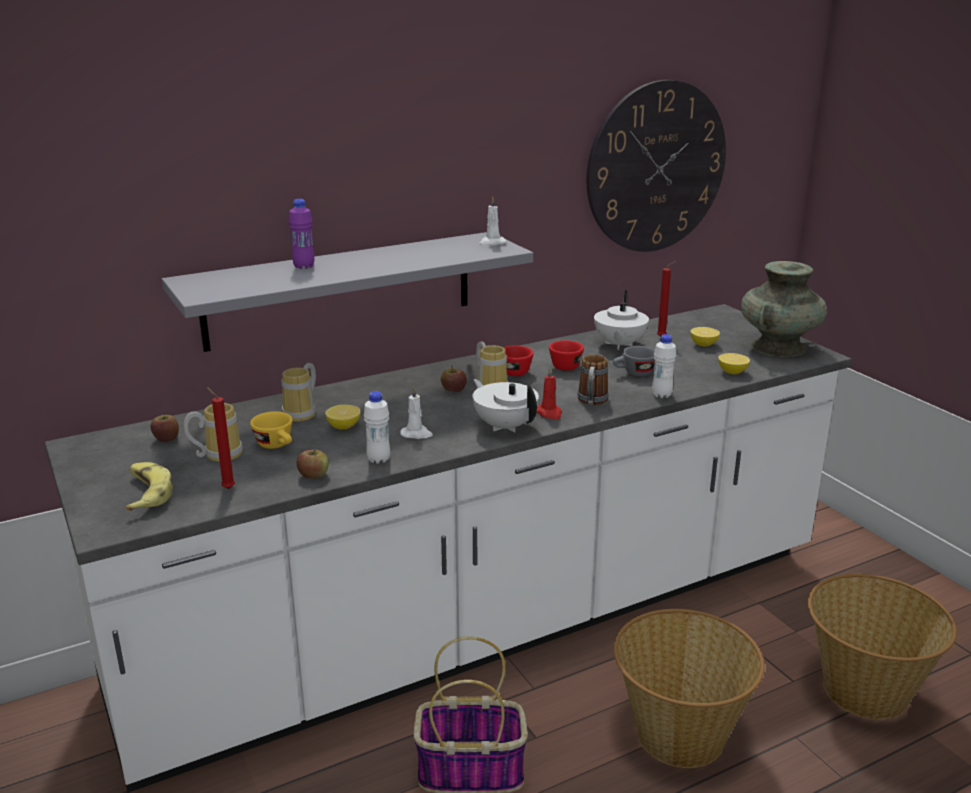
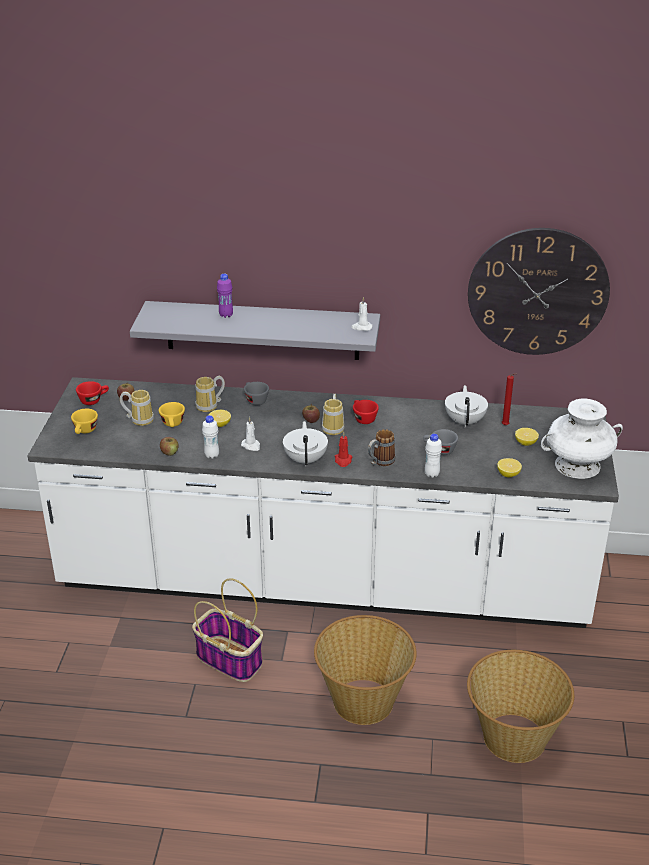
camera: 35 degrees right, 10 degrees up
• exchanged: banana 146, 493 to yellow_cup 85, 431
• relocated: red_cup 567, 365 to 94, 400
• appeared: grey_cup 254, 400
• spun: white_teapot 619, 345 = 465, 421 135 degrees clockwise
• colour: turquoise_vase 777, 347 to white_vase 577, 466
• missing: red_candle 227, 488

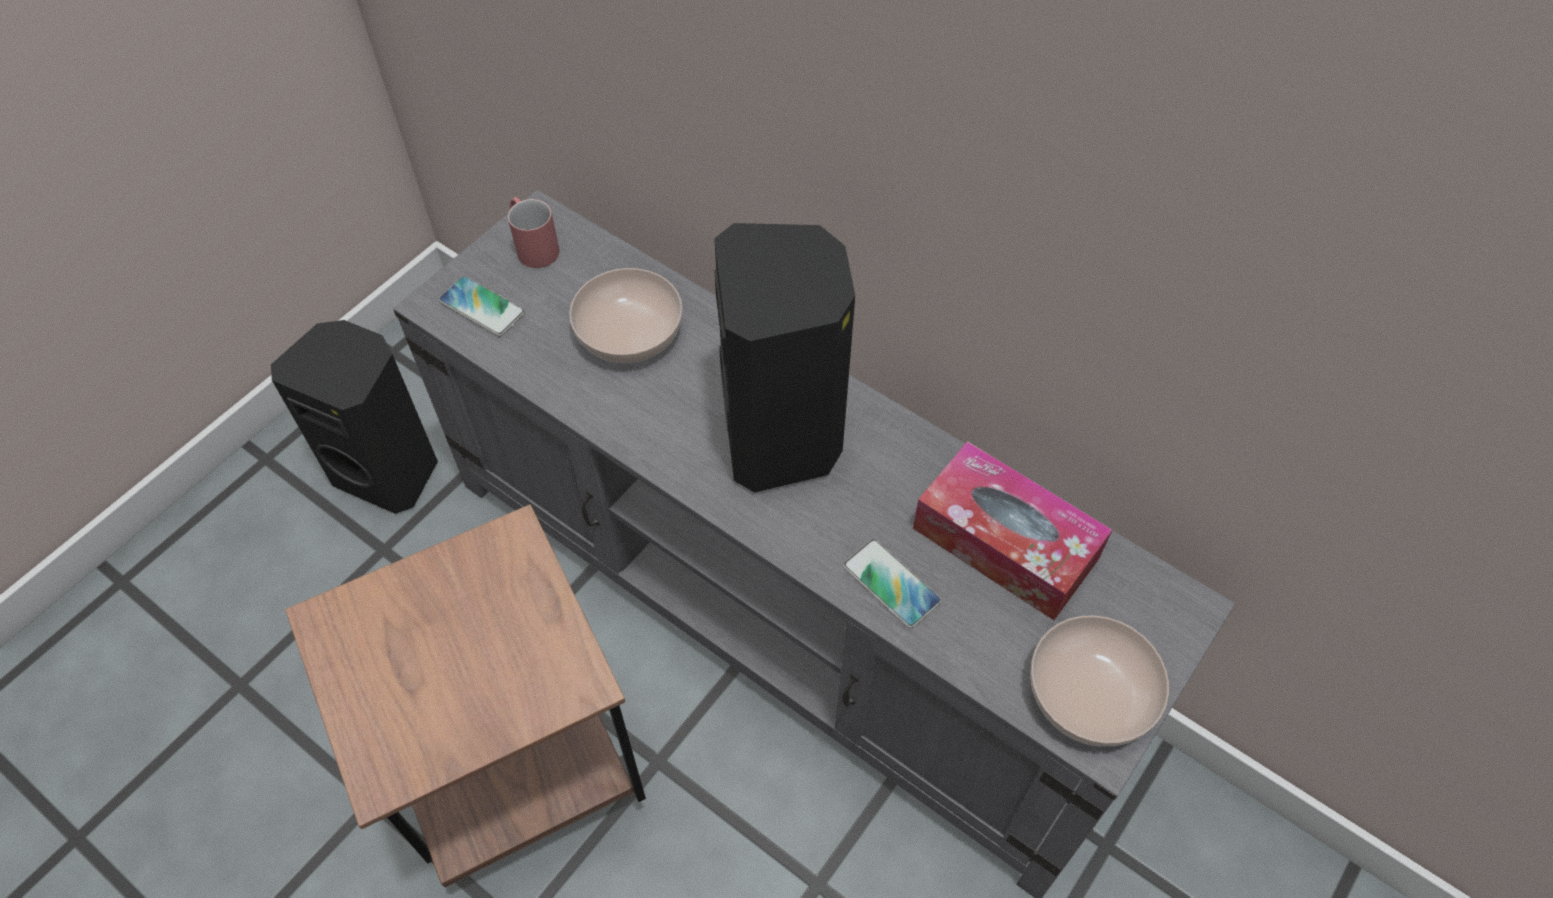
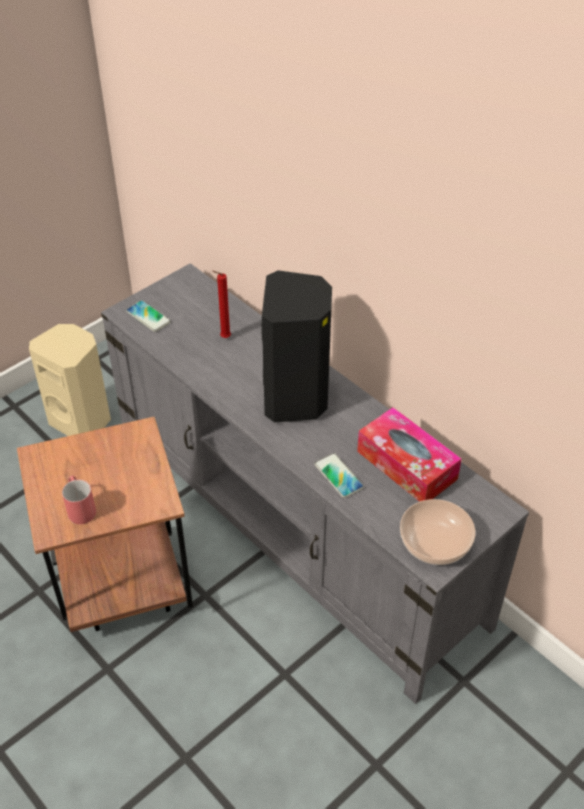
camera: 10 degrees right, 10 degrees down
• colour: black_speaker 389, 470 to beige_speaker 82, 421
• relocated: red_mug 533, 245 to 80, 507
• exchanged: bowl 627, 332 to red_candle 224, 338

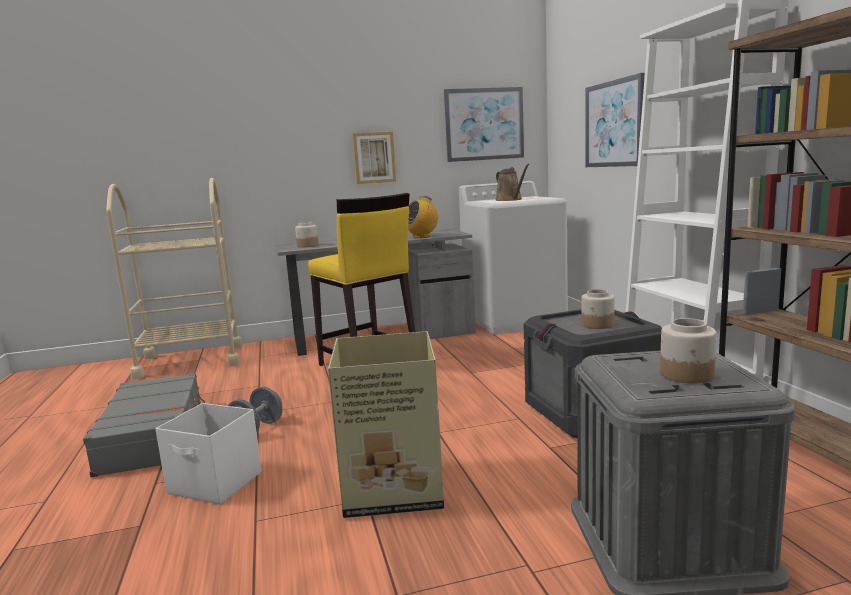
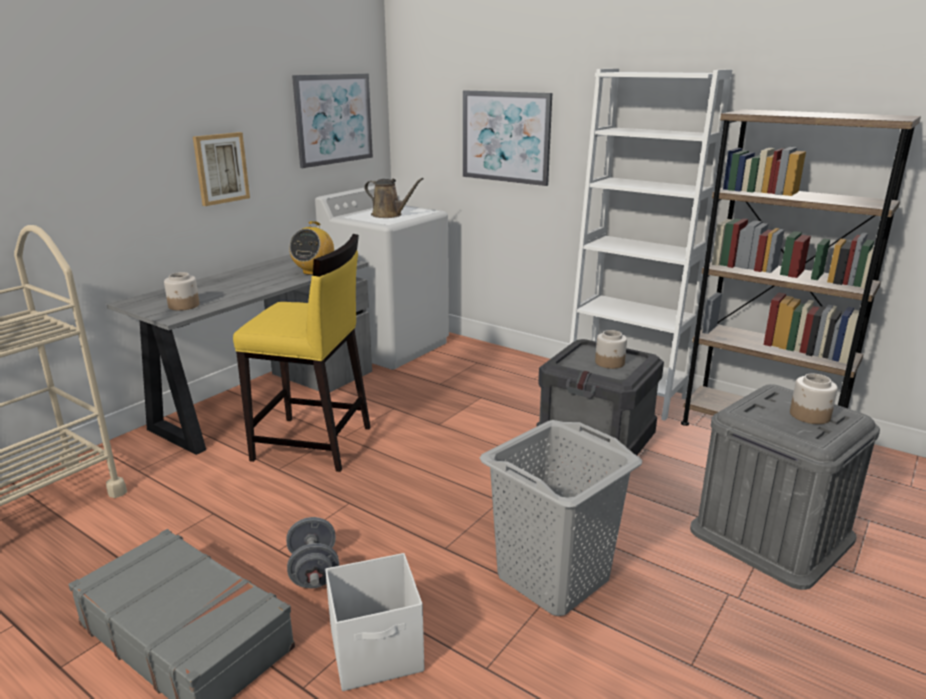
camera: 40 degrees left, 10 degrees up
• exchanged: cardboard_box 390, 489 to grey_laundry_basket 552, 577

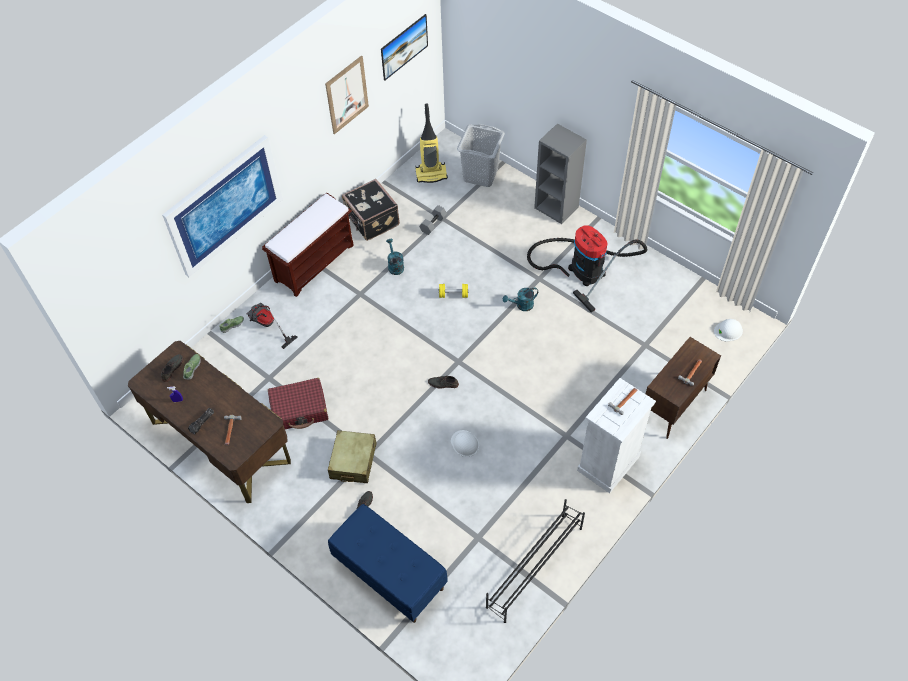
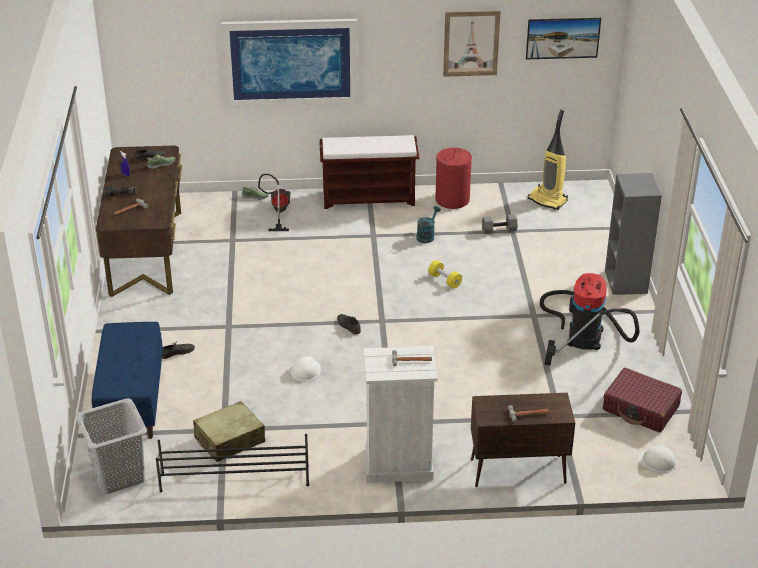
camera: 45 degrees right, 20 degrees down
• relocated: grey_laundry_basket 481, 174 to 119, 476
• relocated: beige_suitcase 353, 461 to 229, 440
• exchanged: black_suitcase 371, 221 to red_laundry_basket 452, 200
• relocated: red_suitcase 299, 409 to 641, 408
• missing: turquoise_watering_can 522, 305

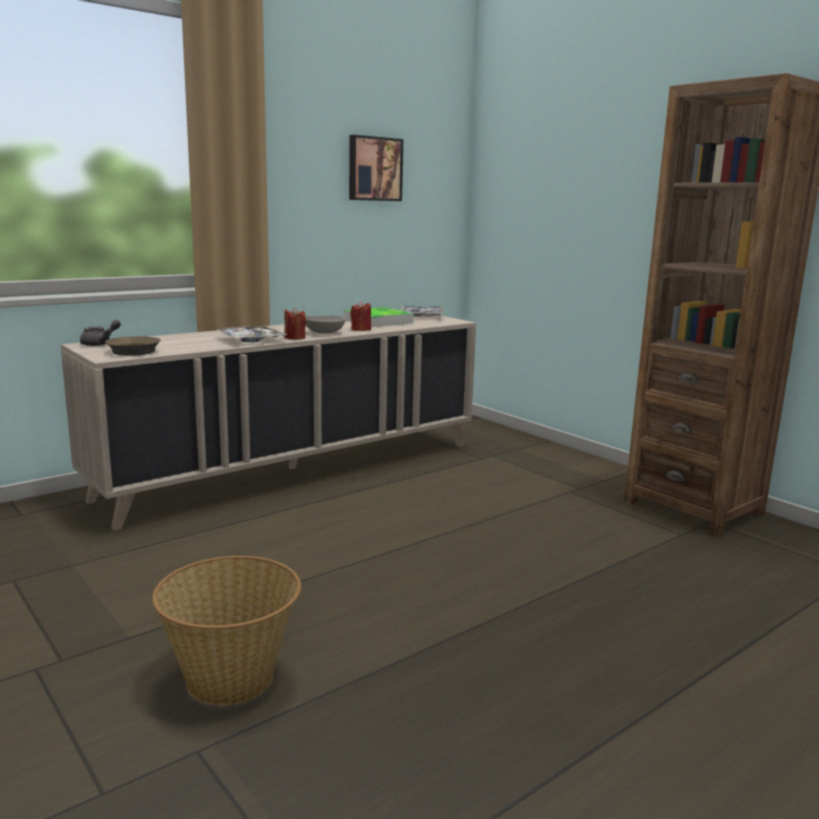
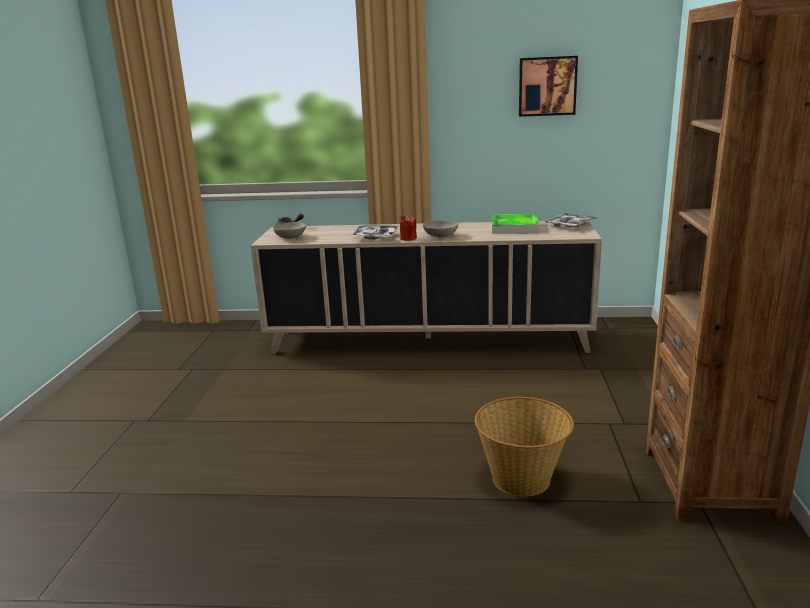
camera: 45 degrees right, 5 degrees up
• exchanged: brown_frying_pan 134, 351 to grey_bowl 290, 238
• relocated: basket 232, 677 to 522, 478
• missing: red_candle 361, 329

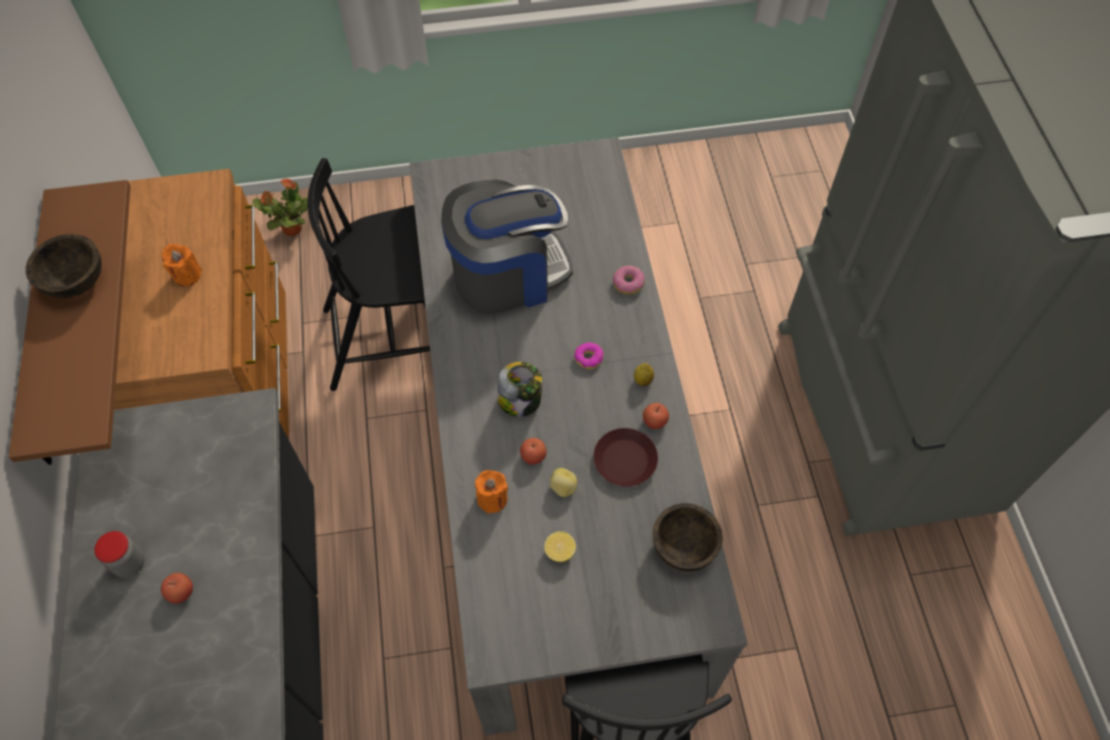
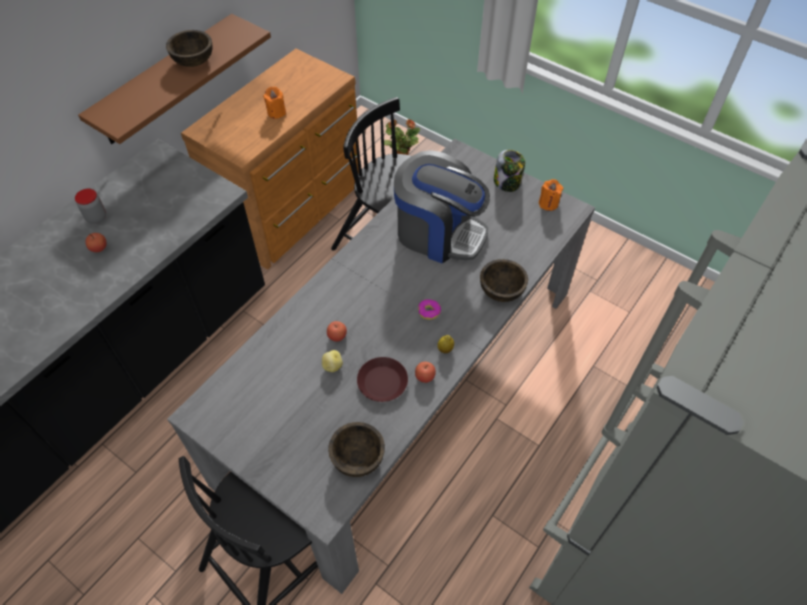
camera: 45 degrees right, 5 degrees down
• exchanged: donut 628, 283 to brown_bowl 501, 290
• relocated: jar 520, 400 to 507, 182
• relocated: orange_candle 492, 498 to 548, 203
• missing: lemon 560, 551

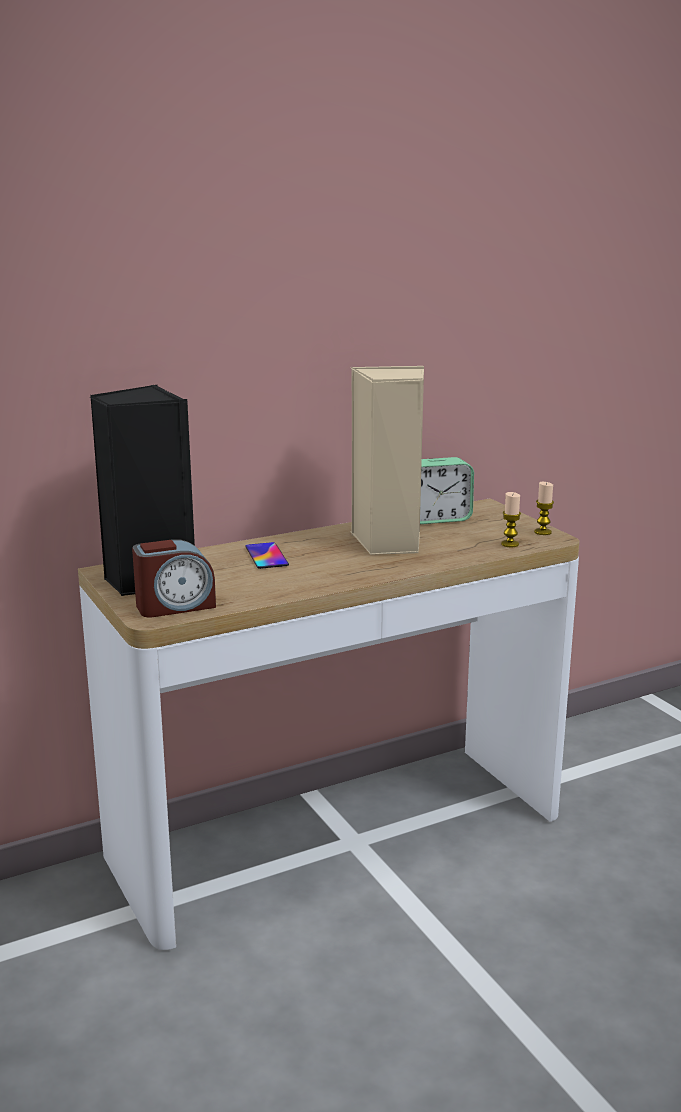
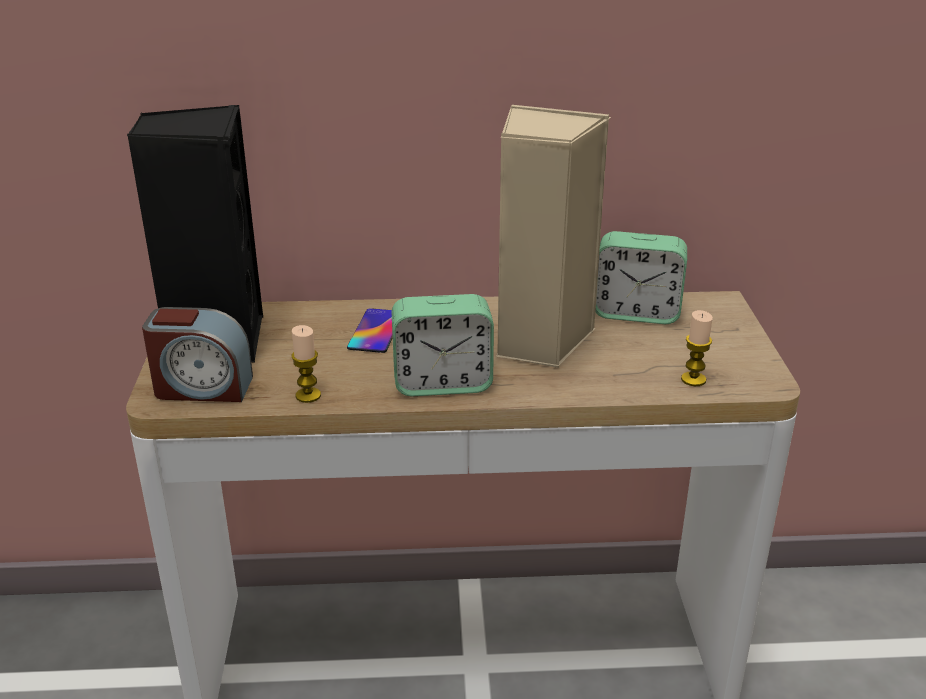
camera: 25 degrees right, 10 degrees up
• relocated: candle 542, 532 to 308, 395
• appeared: alarm_clock 442, 383

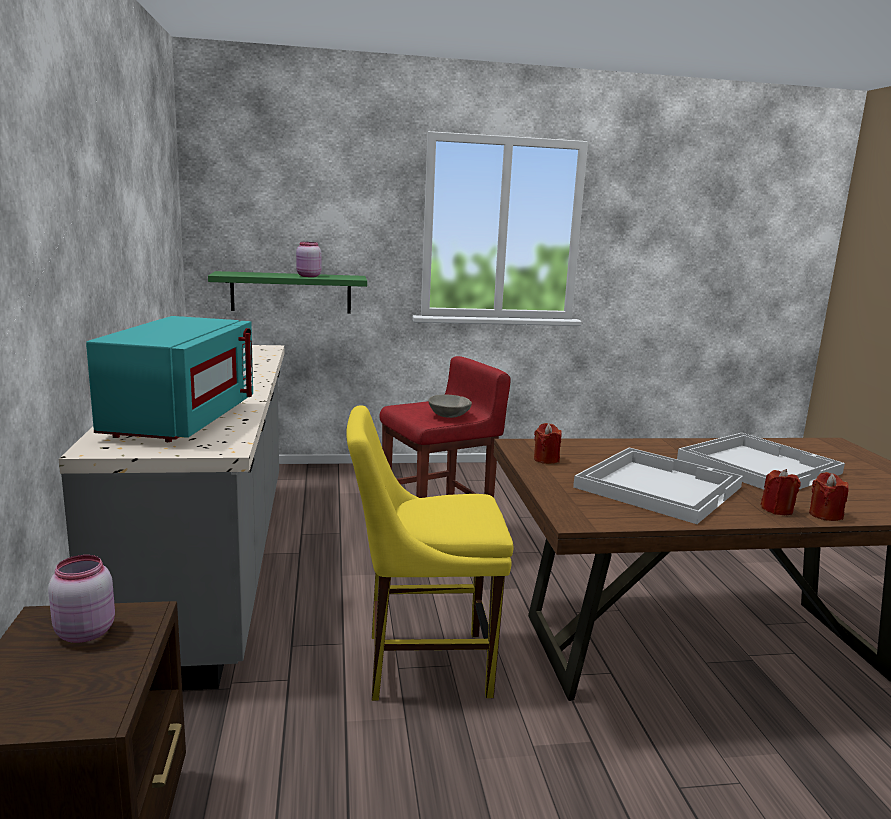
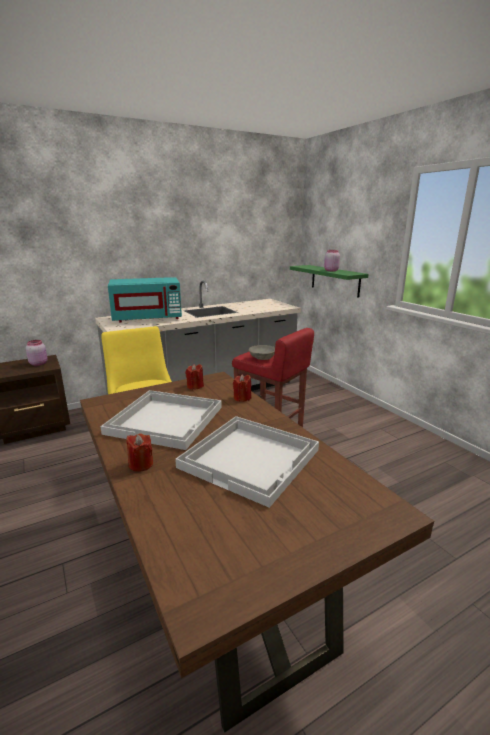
camera: 70 degrees right, 5 degrees up
• relocated: red_candle 825, 515 to 242, 398

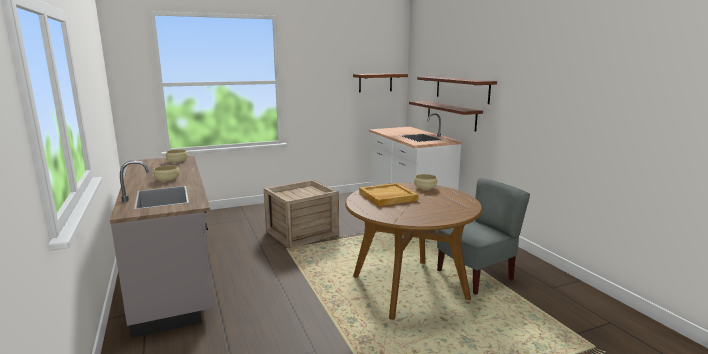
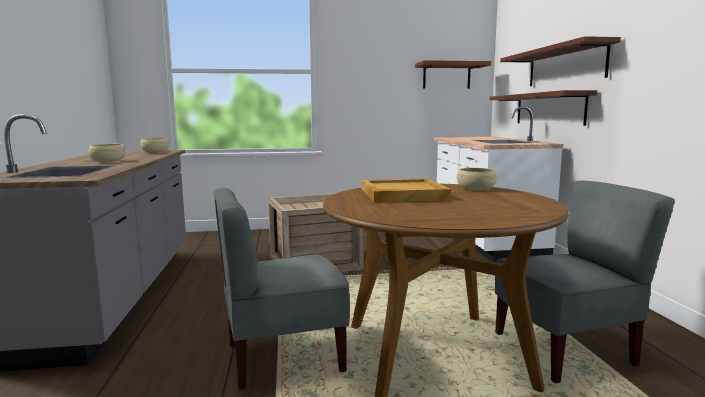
camera: 15 degrees right, 5 degrees down
• appeared: grey_chair 283, 357

